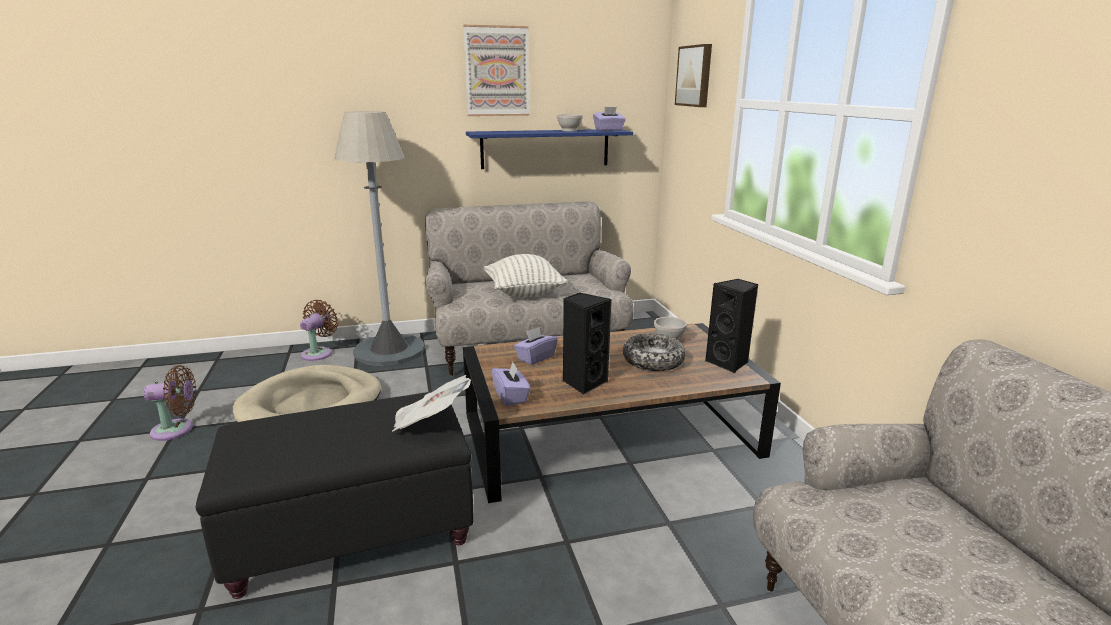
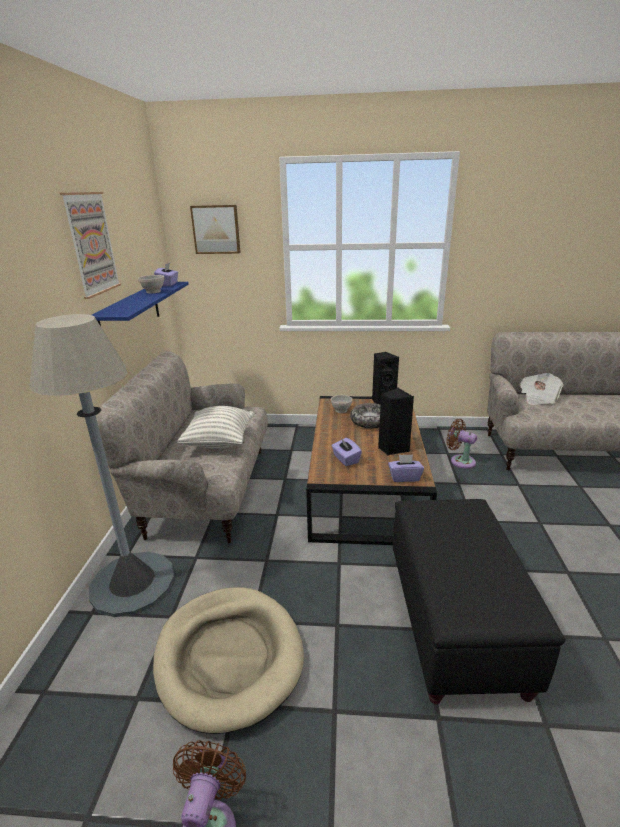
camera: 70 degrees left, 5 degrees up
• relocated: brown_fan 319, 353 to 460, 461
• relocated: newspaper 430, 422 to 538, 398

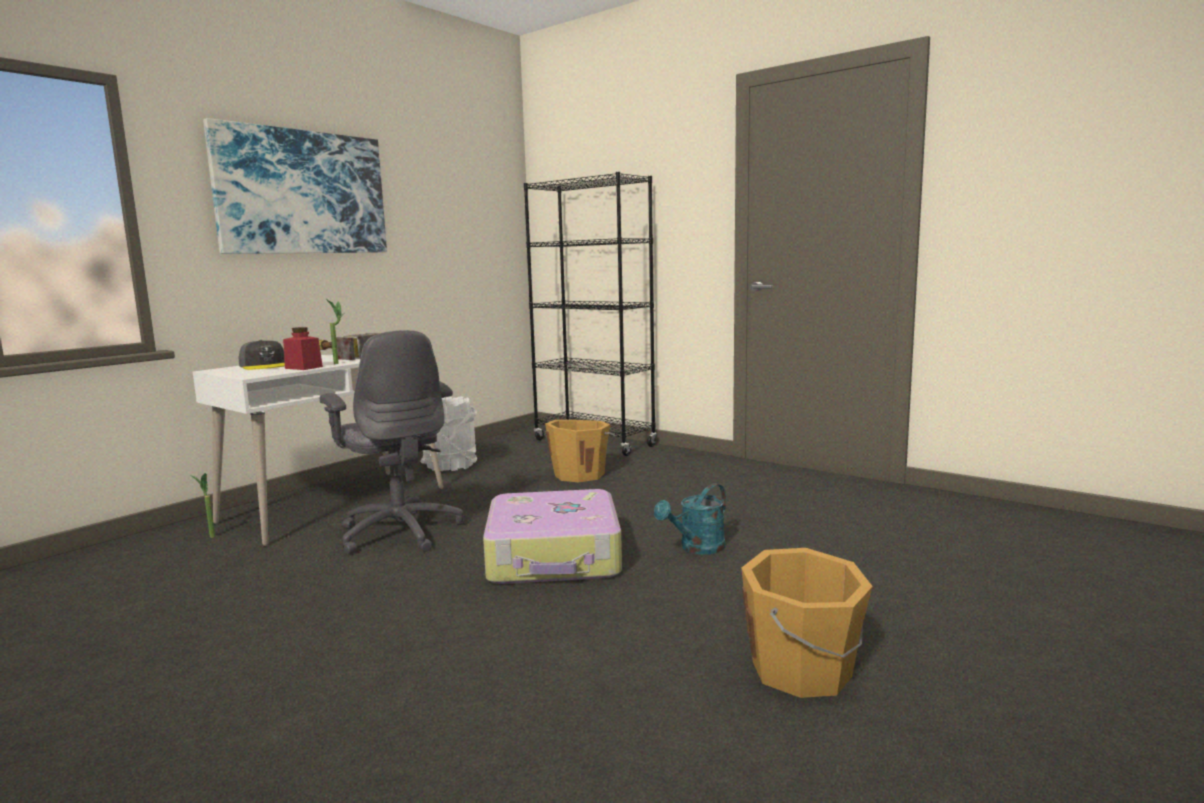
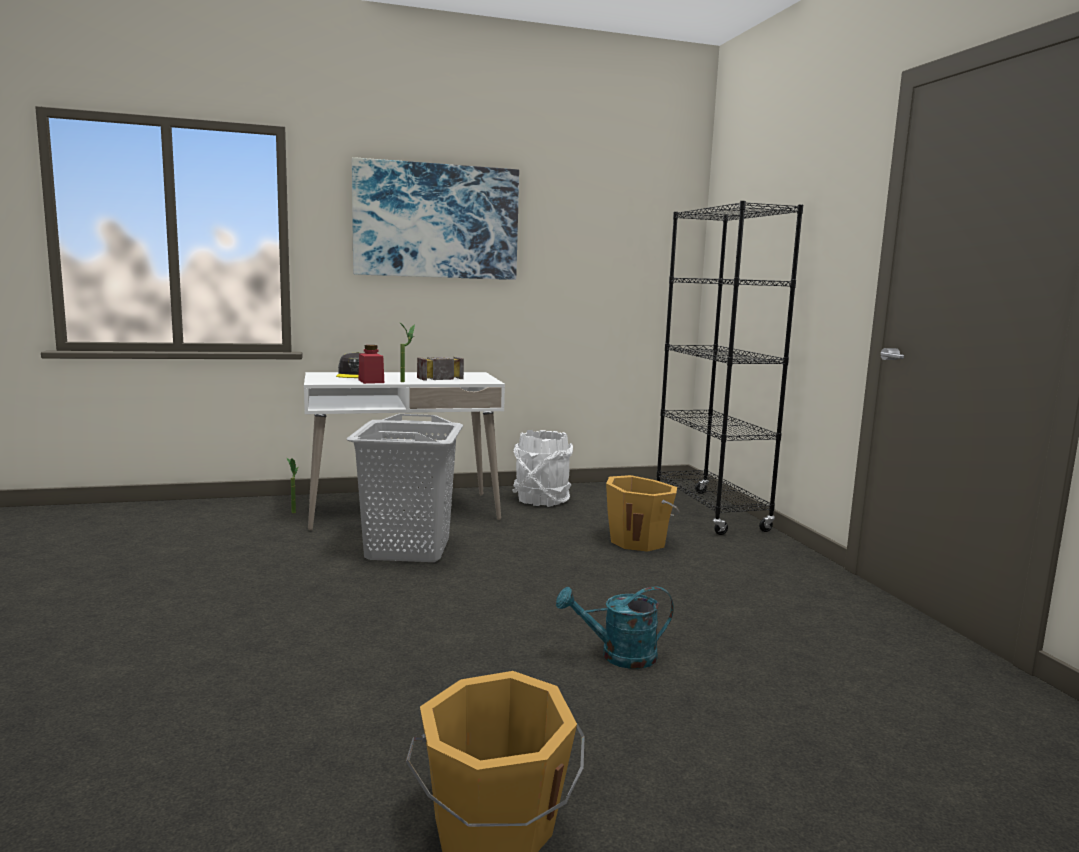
camera: 35 degrees right, 0 degrees up
• exchanged: grey_office_chair 400, 532 to grey_laundry_basket 407, 549
• missing: suitcase 555, 557

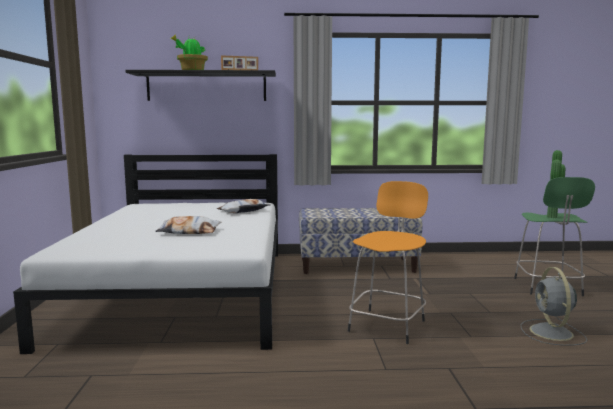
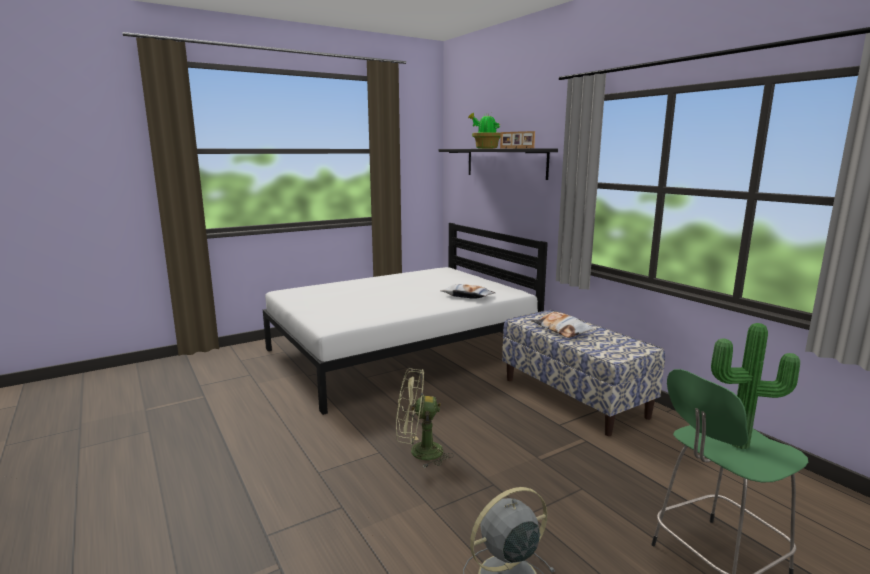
camera: 60 degrees right, 5 degrees up
• exchanged: orange_stool 388, 324 to green_fan 419, 453
• relocated: pillow 189, 231 to 562, 329

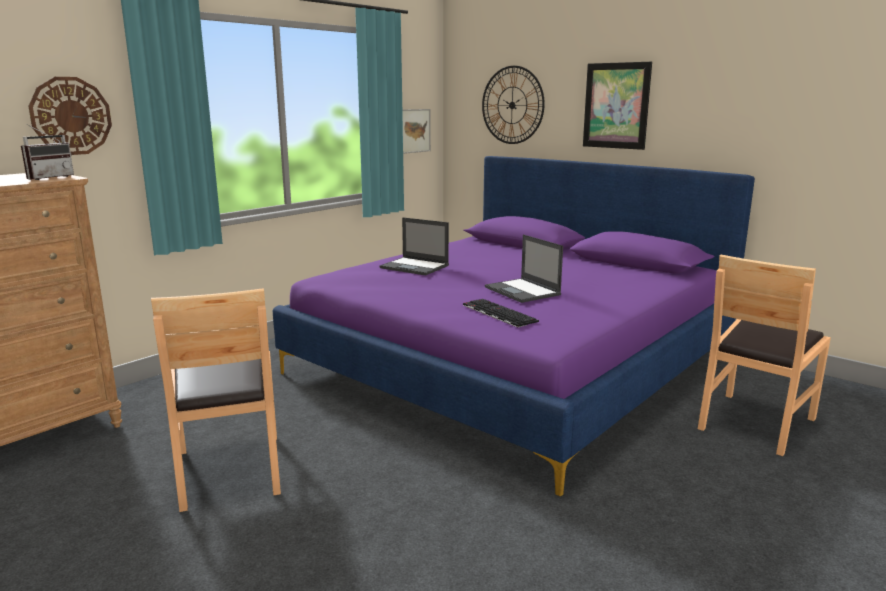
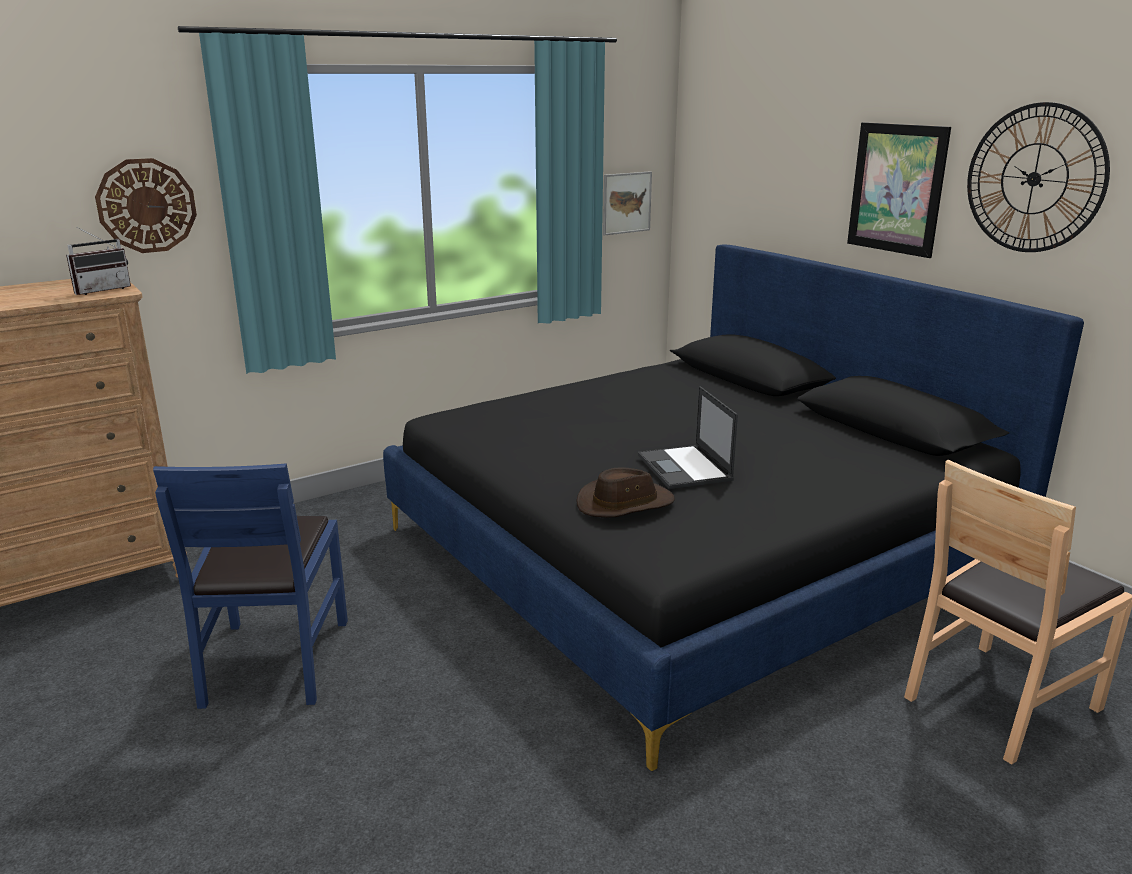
camera: 15 degrees right, 5 degrees up
• colour: brown_chair 229, 470 to blue_chair 274, 661
• colour: purple_bed 513, 364 to black_bed 694, 552
• exchanged: keyboard 497, 313 to brown_hat 625, 504
• relocated: wall_clock 512, 105 to 1034, 179
• missing: laptop 415, 267

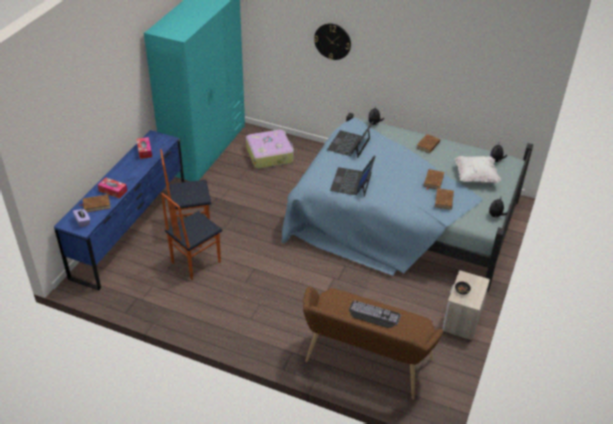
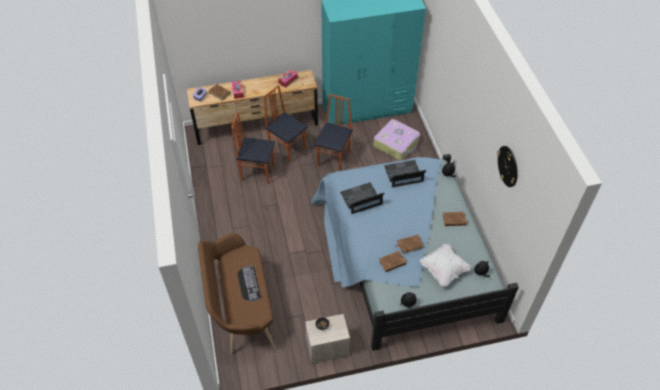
camera: 55 degrees right, 10 degrees up
• colour: blue_dresser 130, 231 to brown_dresser 256, 126
• appeared: chair 334, 159
• relocated: wall_clock 332, 41 to 508, 166

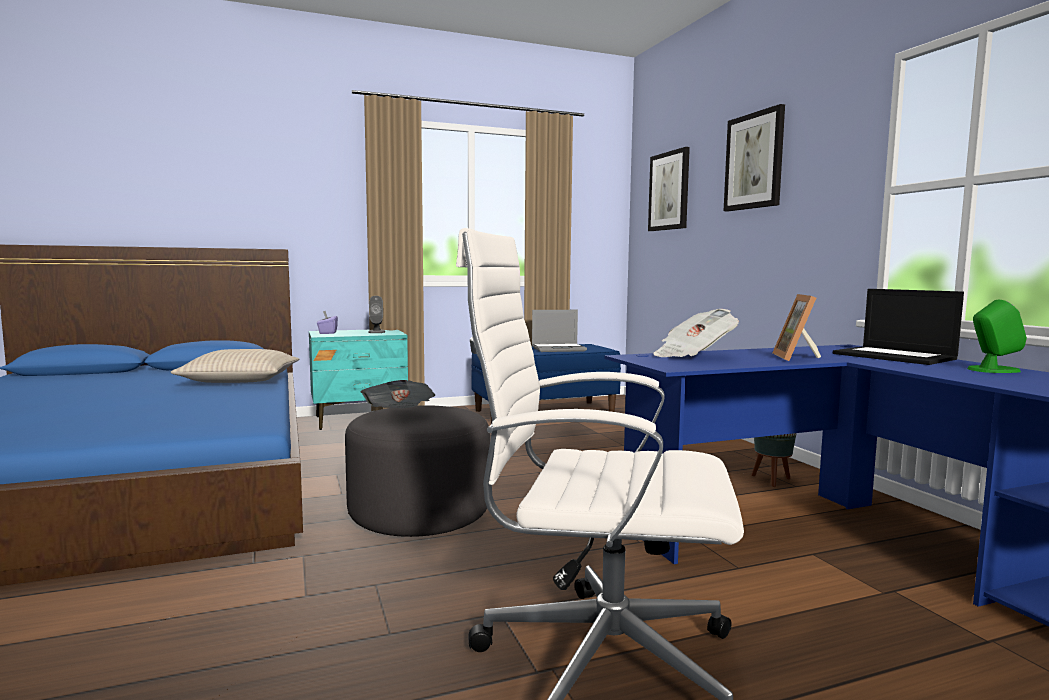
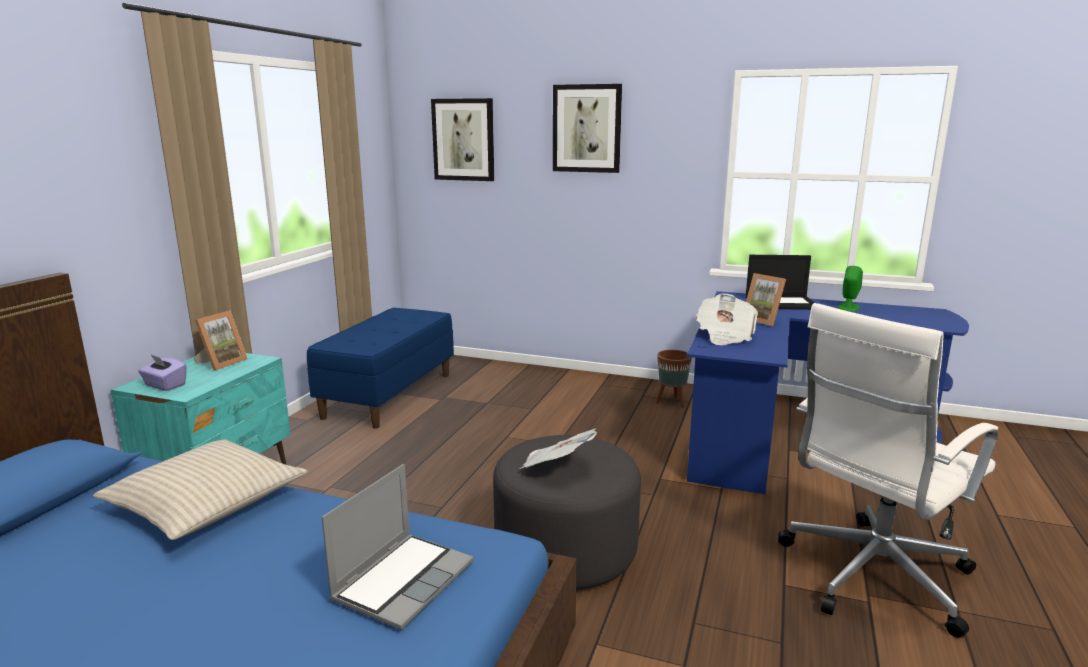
camera: 50 degrees left, 10 degrees up
• exchanged: grey_speaker 376, 332 to picture_frame 221, 363
• relocated: laptop 559, 349 to 403, 580

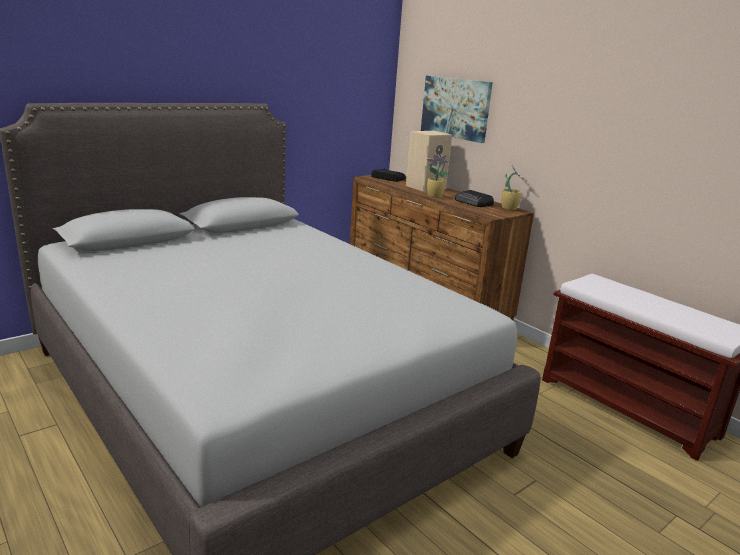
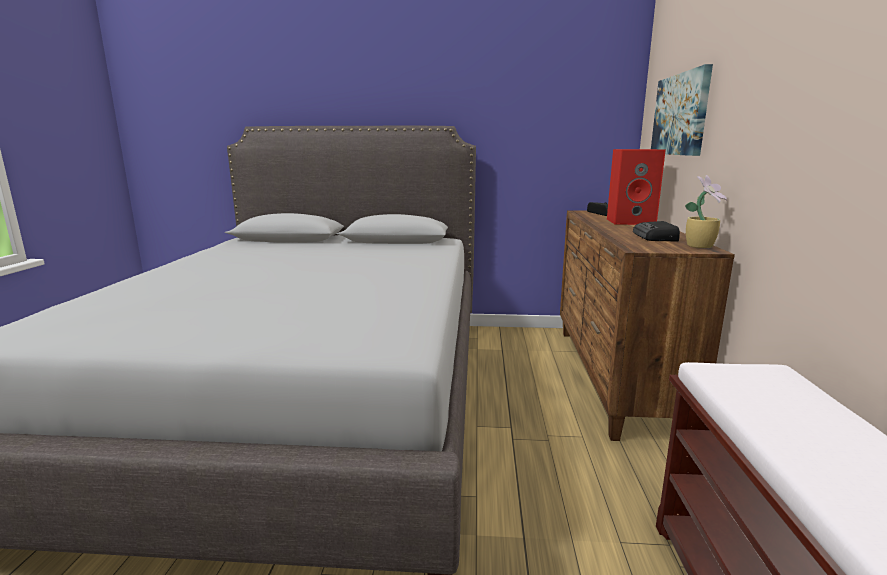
camera: 45 degrees right, 5 degrees down
• colour: beige_speaker 426, 187 to red_speaker 631, 221
• missing: potted_plant 434, 196

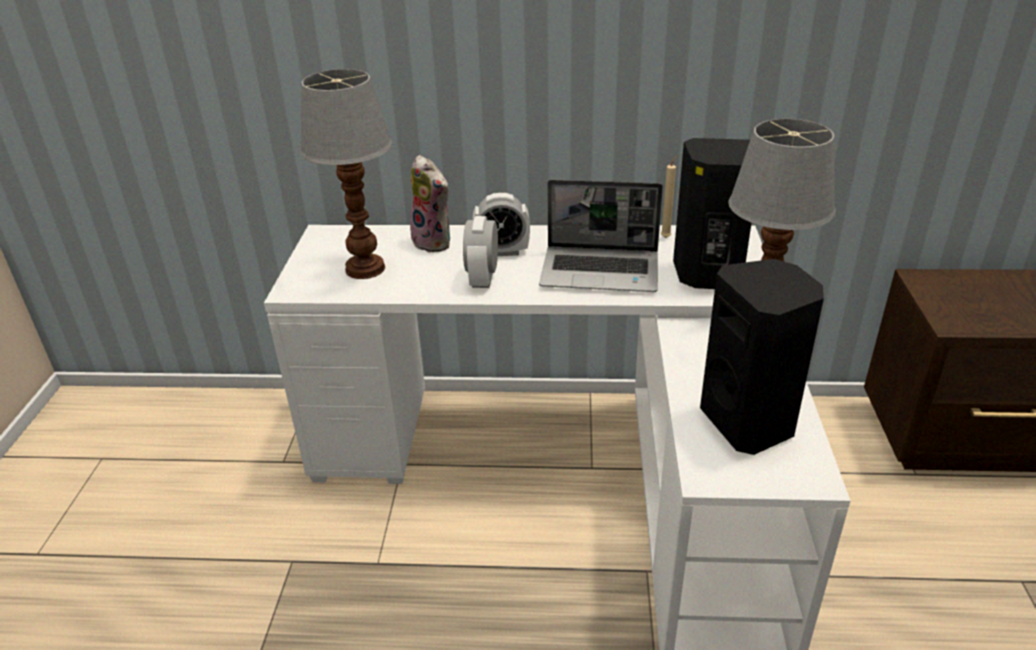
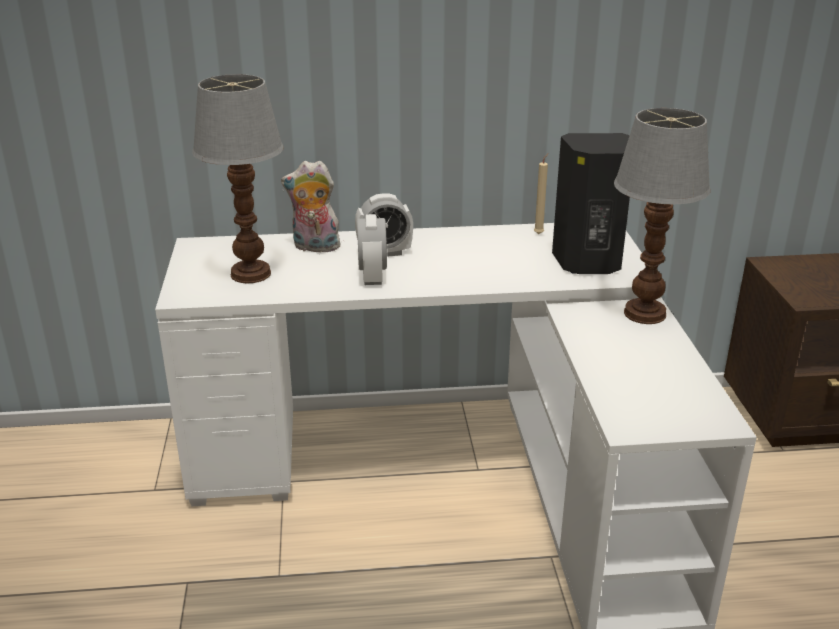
camera: 10 degrees left, 5 degrees down
• spun: plush_toy 435, 242 = 314, 247 150 degrees clockwise
• missing: laptop 601, 271
• missing: black_speaker 750, 423

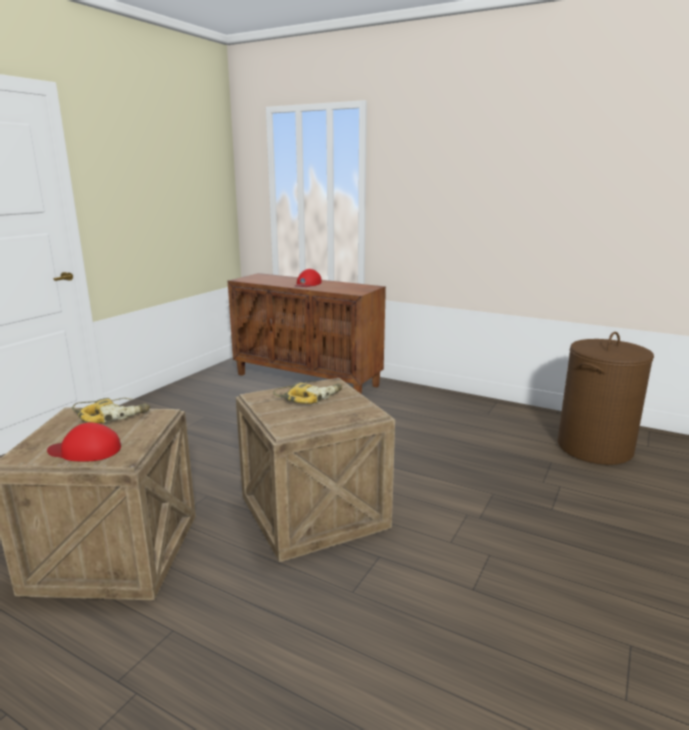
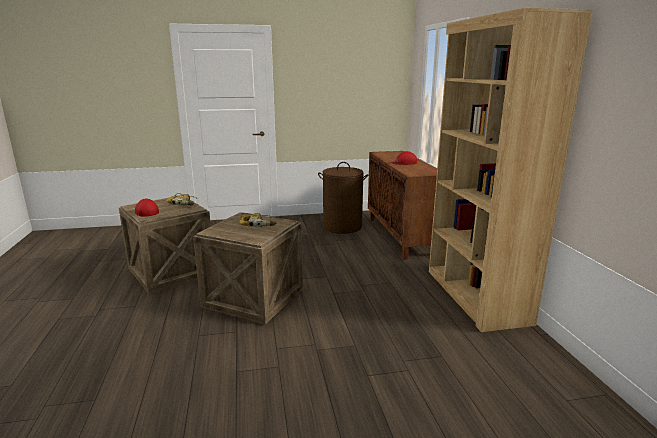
camera: 50 degrees right, 0 degrees up
• relocated: brown_laundry_basket 594, 448 to 342, 227
• appeared: brown_bookcase 475, 296

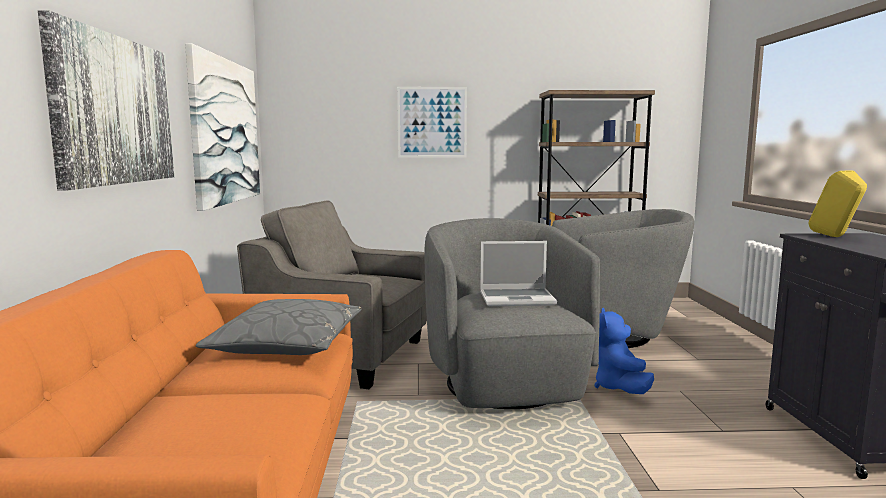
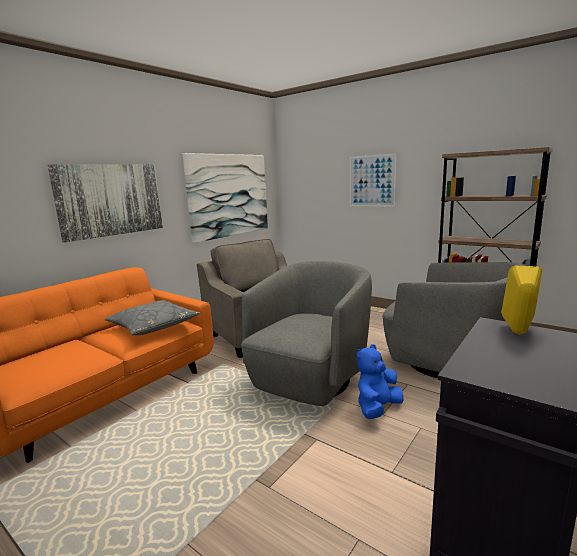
camera: 40 degrees right, 5 degrees up
• missing: laptop 517, 299

